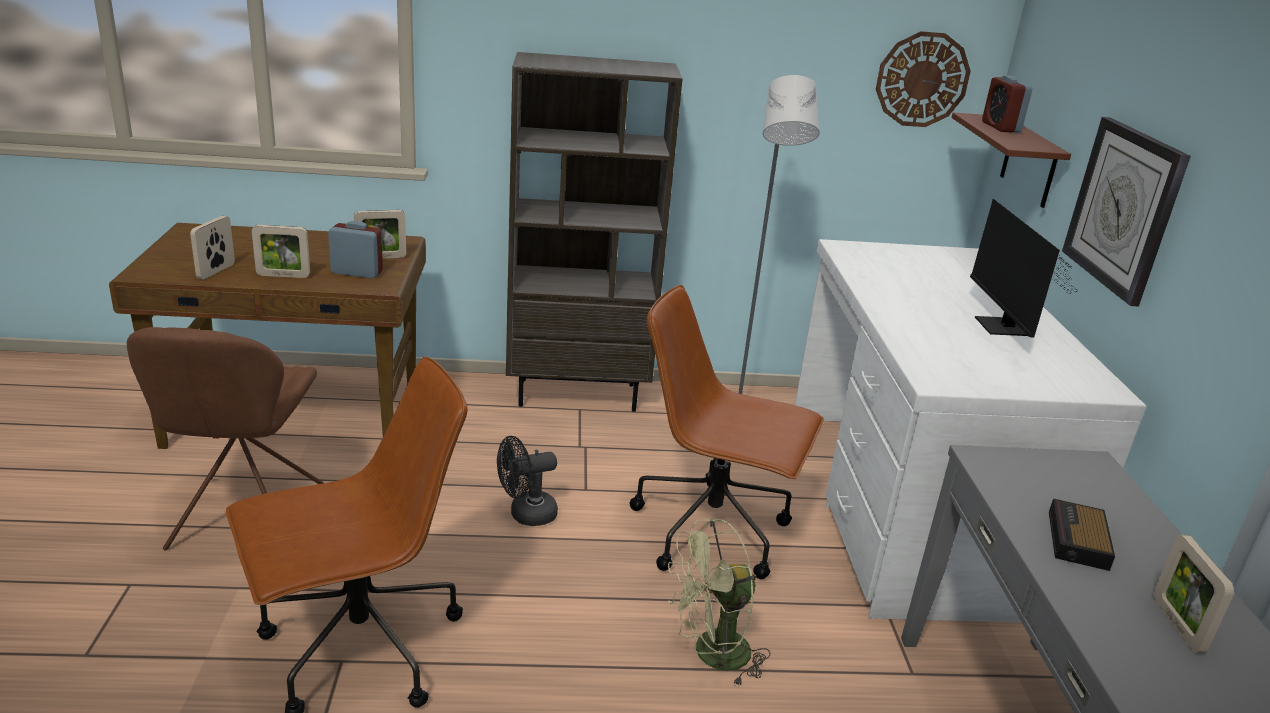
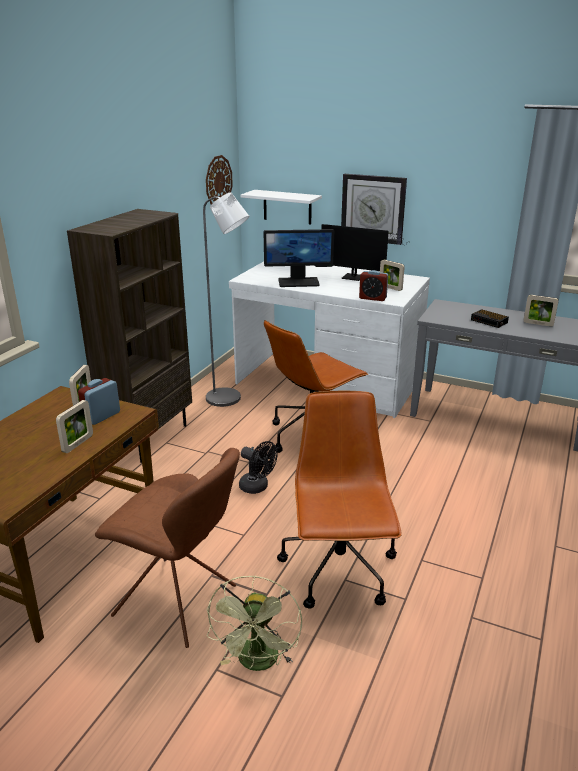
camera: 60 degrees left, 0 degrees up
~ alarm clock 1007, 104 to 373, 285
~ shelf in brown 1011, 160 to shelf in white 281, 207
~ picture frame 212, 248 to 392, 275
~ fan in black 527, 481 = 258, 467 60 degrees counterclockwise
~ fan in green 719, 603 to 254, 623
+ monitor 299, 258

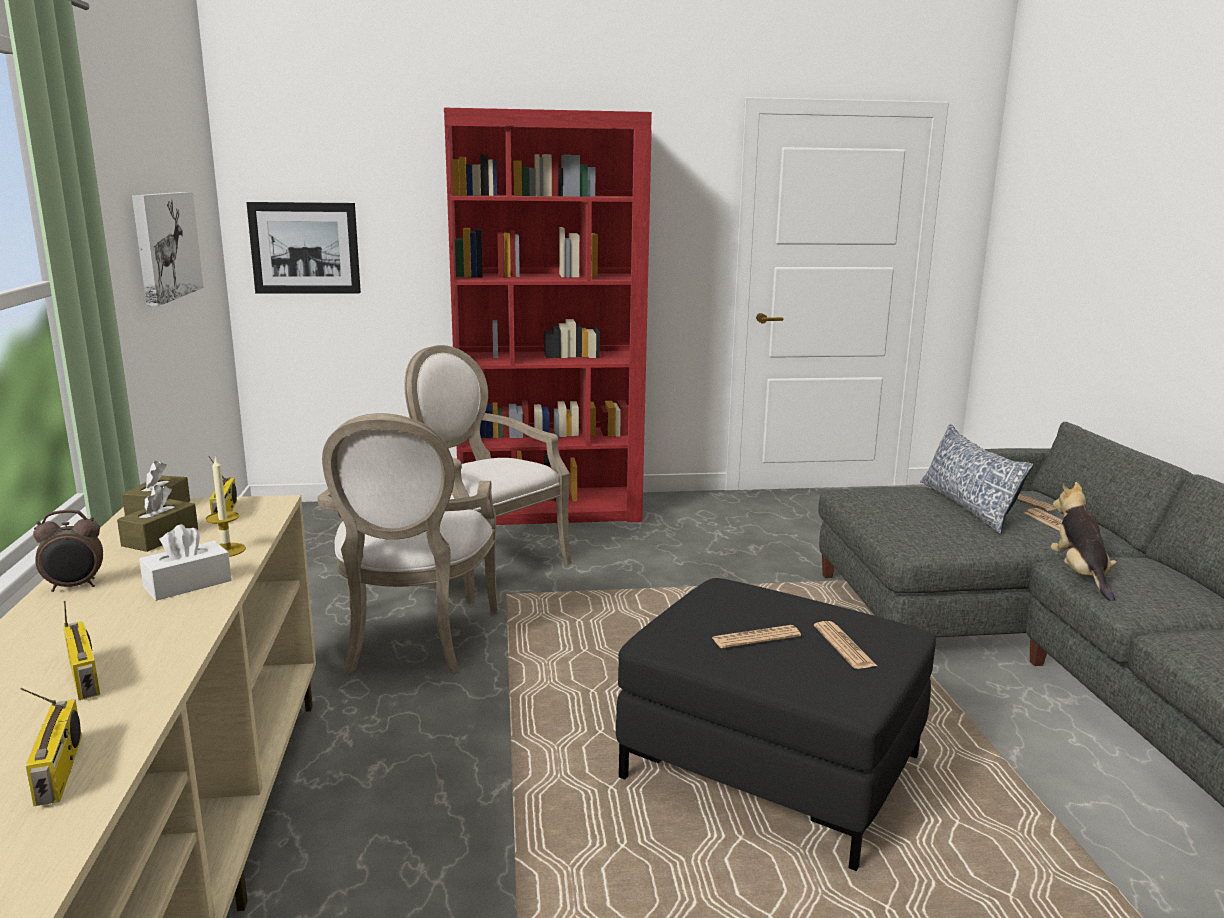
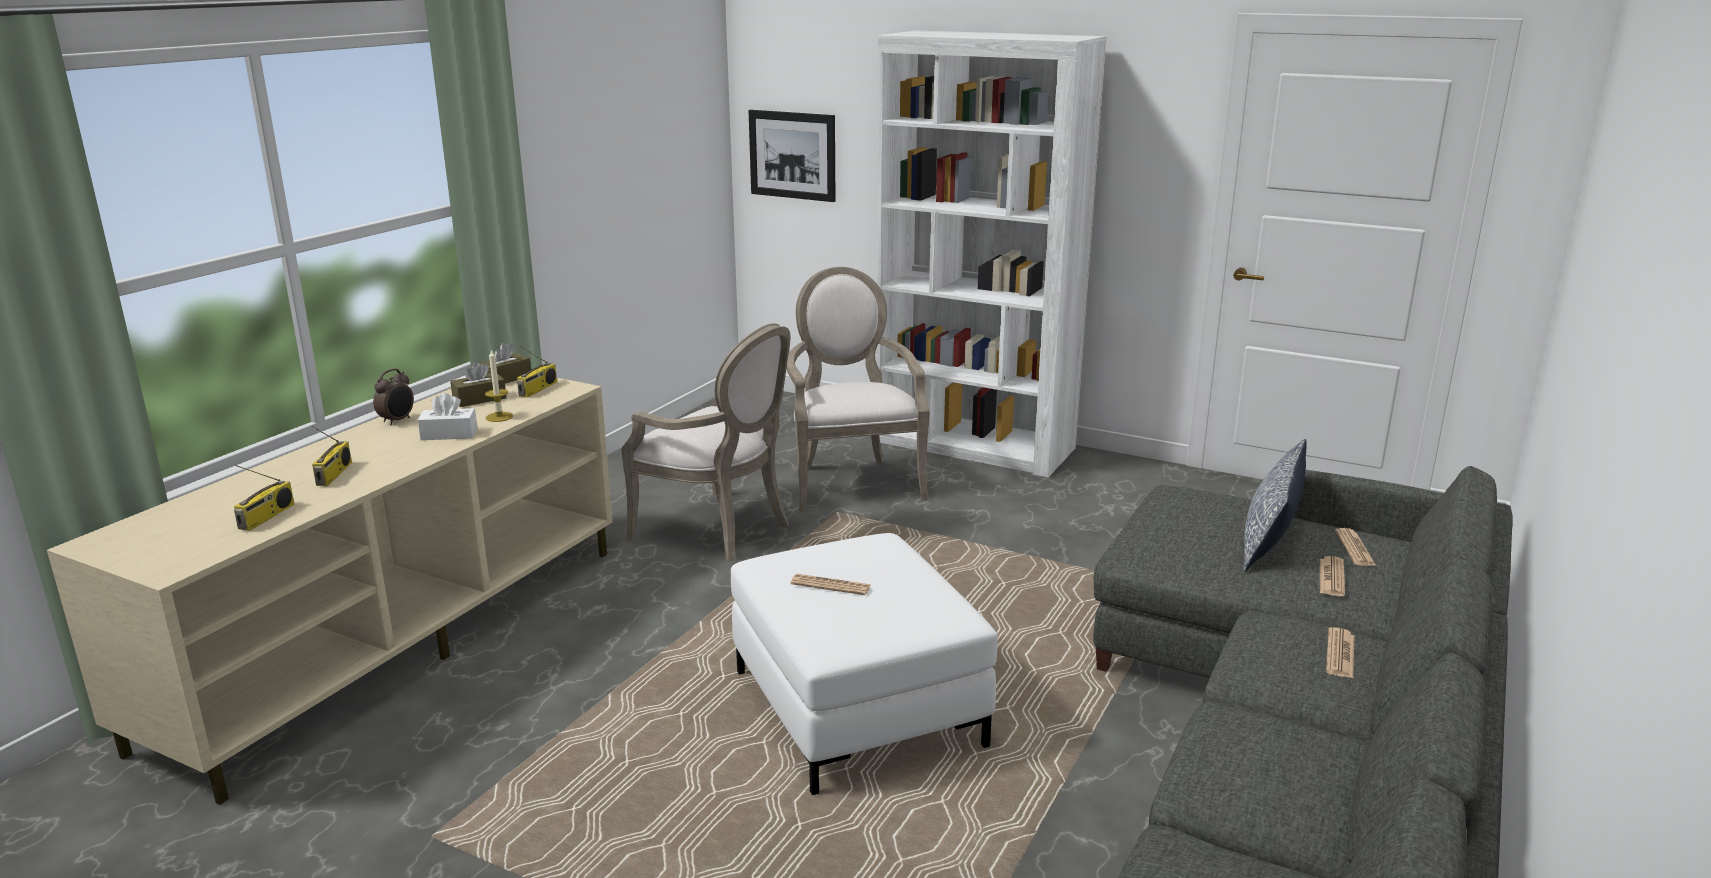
camera: 35 degrees right, 5 degrees up
~ bookcase in red 548, 316 to bookcase in white 991, 254
- picture 168, 249
~ armchair 407, 543 = 705, 442 90 degrees counterclockwise
- plush toy 1083, 541
~ alarm clock 68, 551 = 393, 397 75 degrees counterclockwise
~ ottoman in black 776, 724 to ottoman in white 864, 664
~ newspaper 845, 645 to 1340, 652

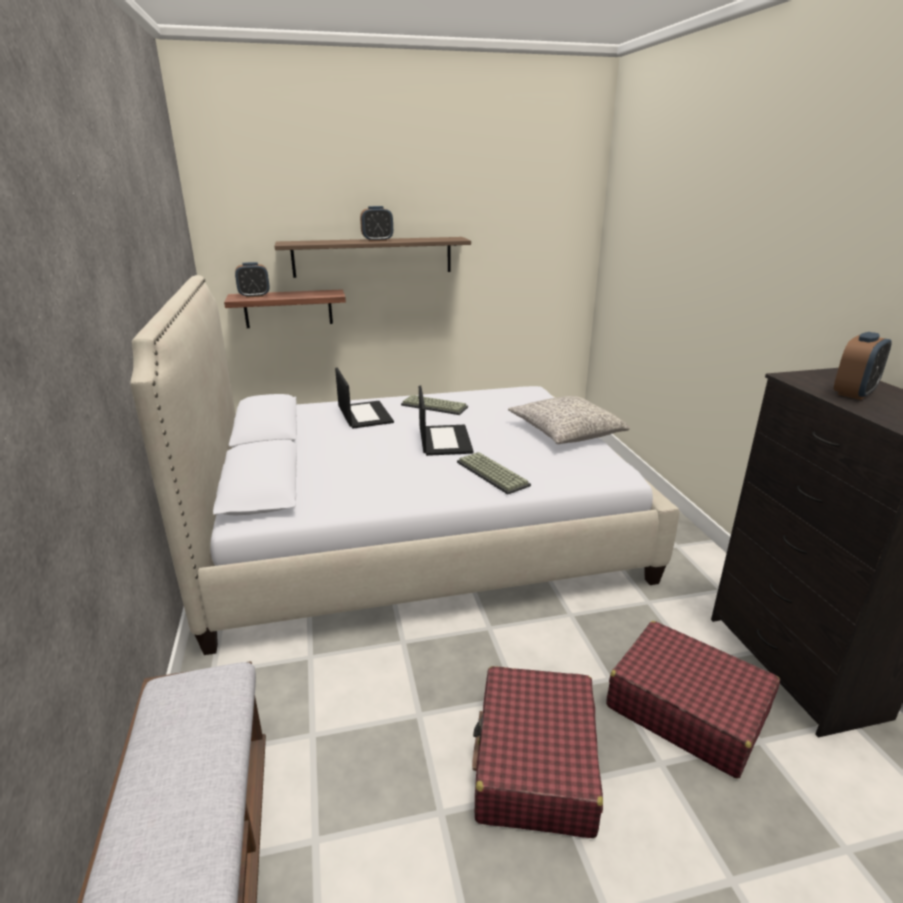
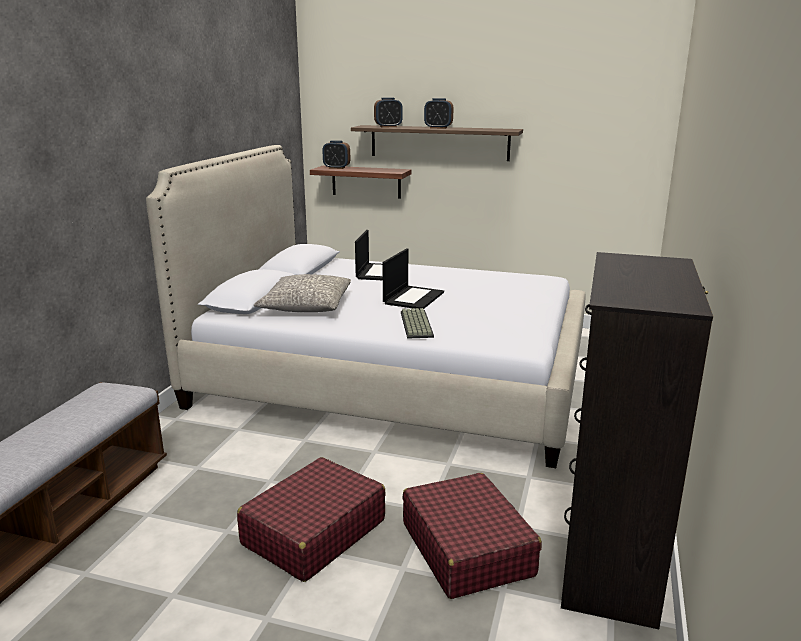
camera: 30 degrees right, 5 degrees down
~ alarm clock 863, 366 to 388, 113
- keyboard 434, 405
~ pillow in grey 569, 420 to 302, 293

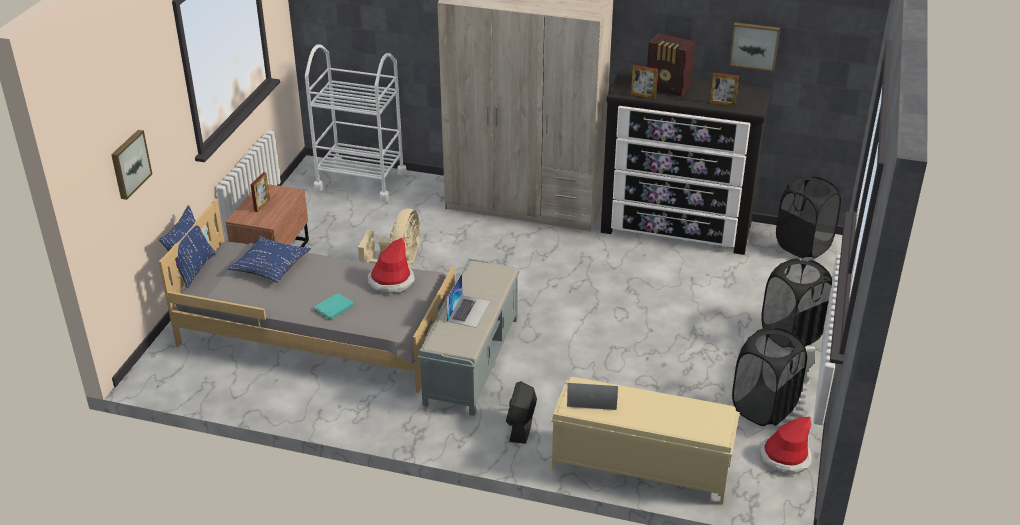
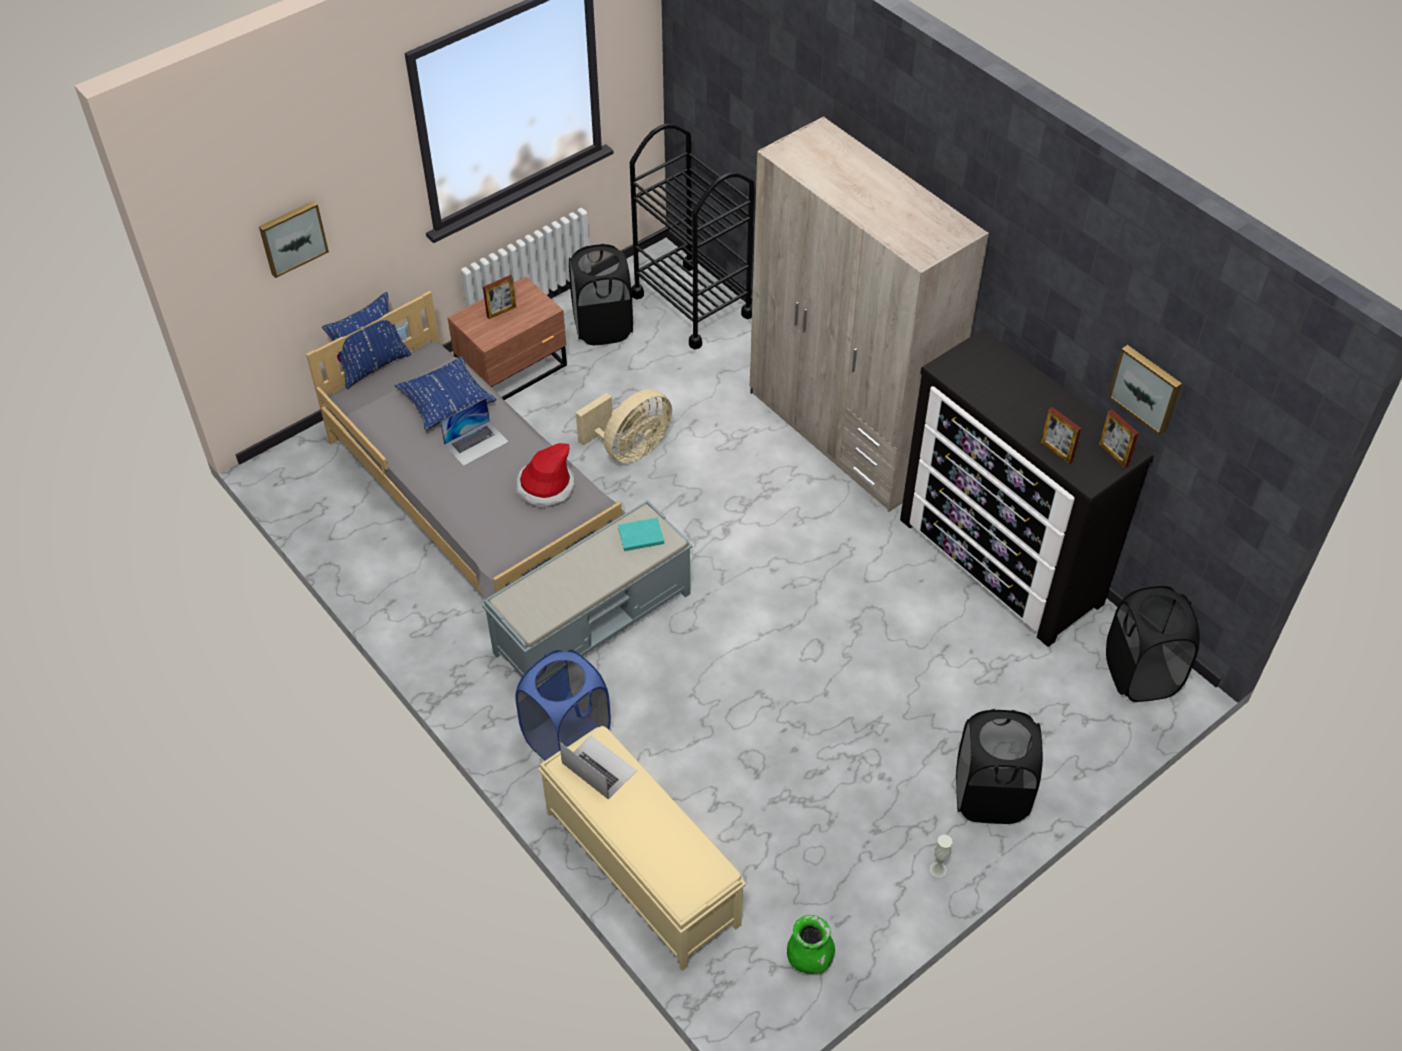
camera: 35 degrees right, 15 degrees up
- radio 671, 64
~ cart in white 355, 123 to cart in black 692, 236
~ picture frame 644, 82 to 1119, 438
~ laptop 468, 300 to 474, 432
~ book in turquoise 334, 306 to 641, 534
~ laundry basket in black 769, 377 to 601, 294
~ fan in black 521, 412 to laundry basket in blue 563, 705
~ hat 786, 446 to vase in green 811, 944

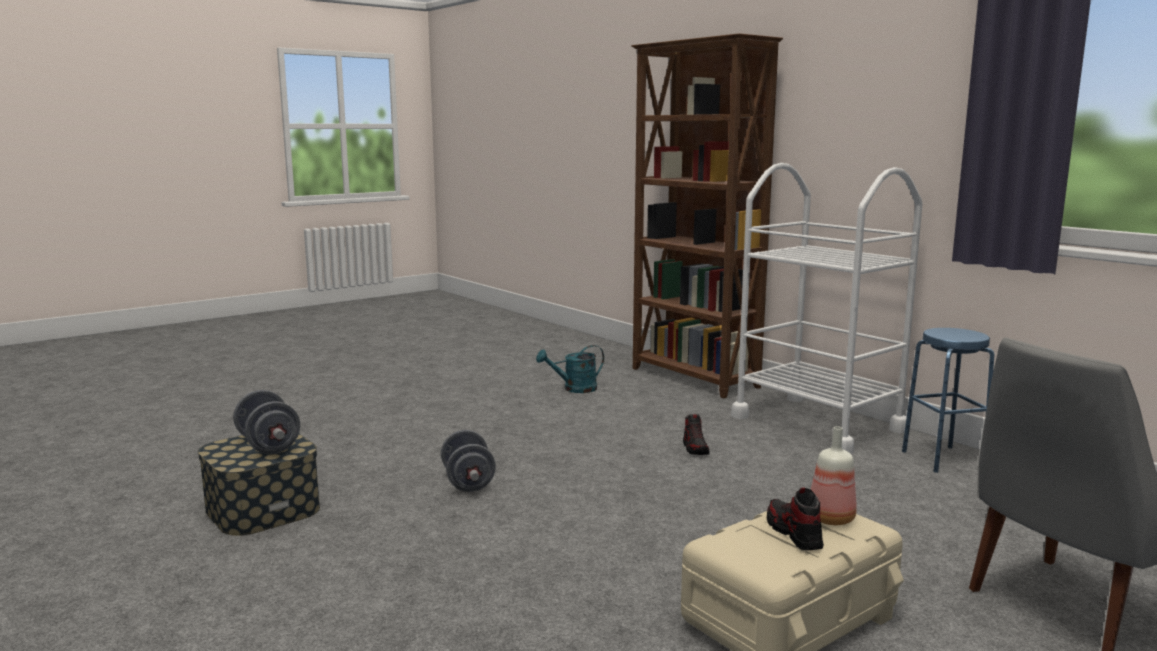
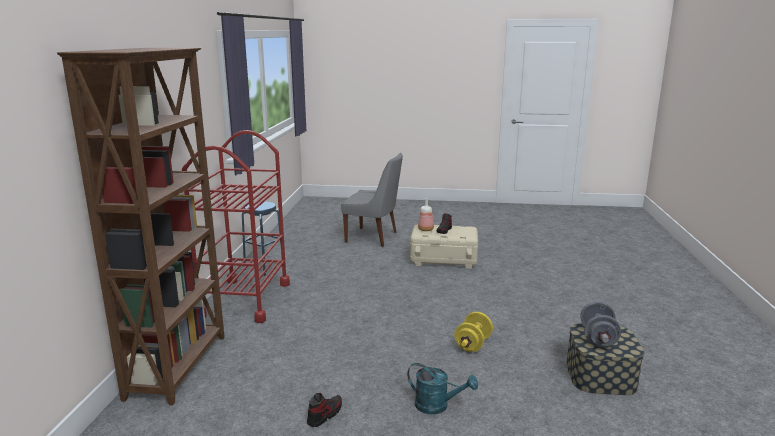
camera: 135 degrees left, 5 degrees up
~ cart in white 827, 308 to cart in red 236, 226
~ watering can in turquoise 570, 369 to 442, 389
~ shoe 696, 434 to 324, 410
~ dumbbell in grey 468, 461 to dumbbell in yellow 473, 332

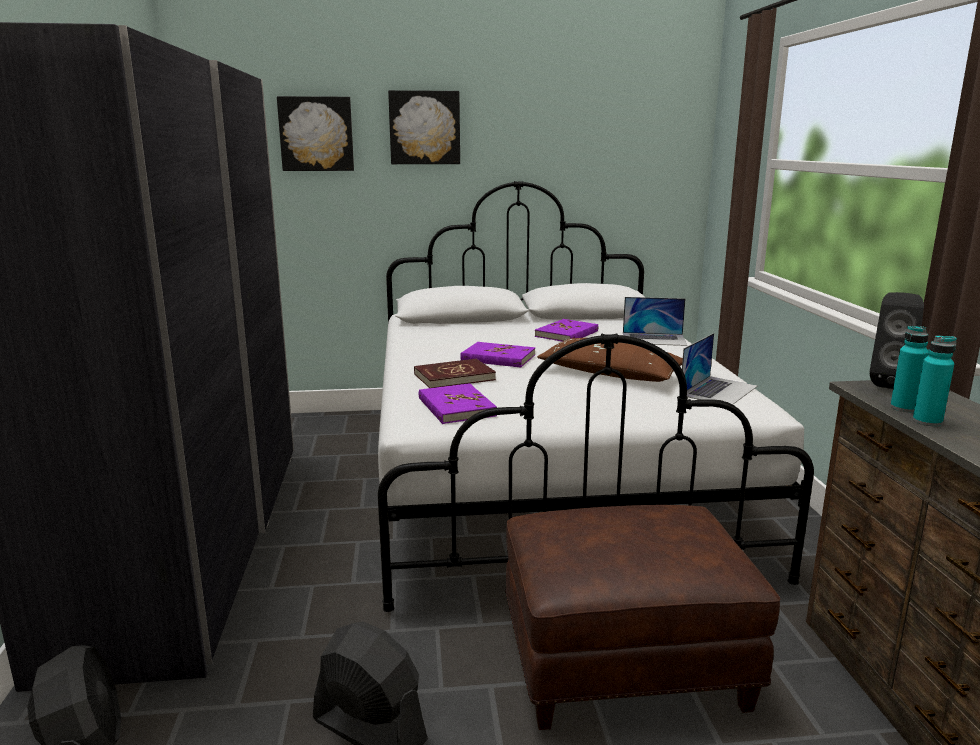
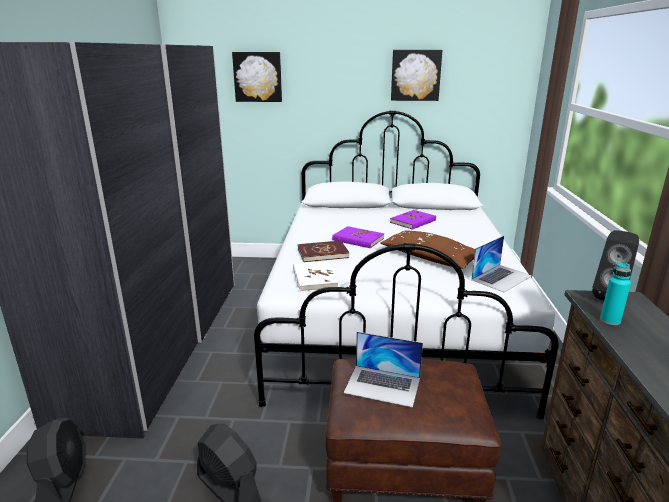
camera: 10 degrees right, 5 degrees up
~ picture 424, 127 to 416, 75
~ laptop 655, 321 to 383, 370
- bottle in turquoise 934, 380
~ book in purple 458, 403 to book in white 315, 276

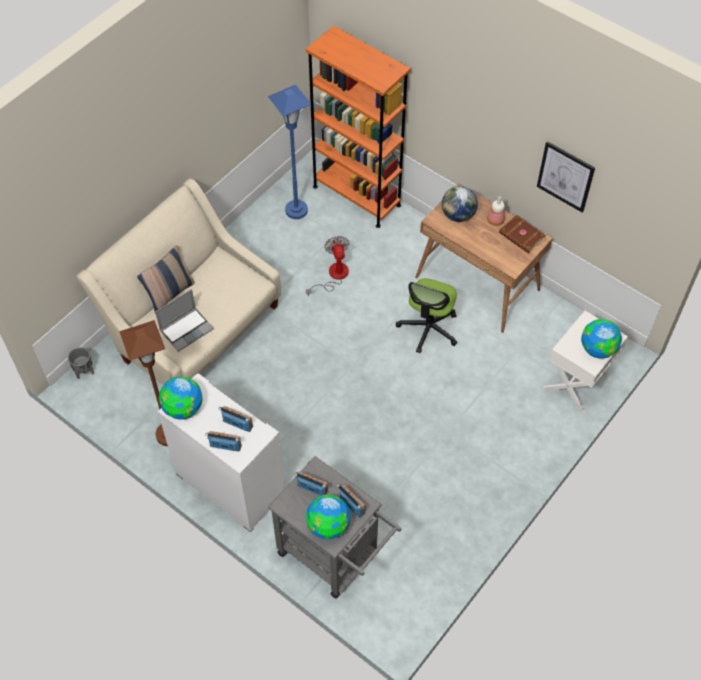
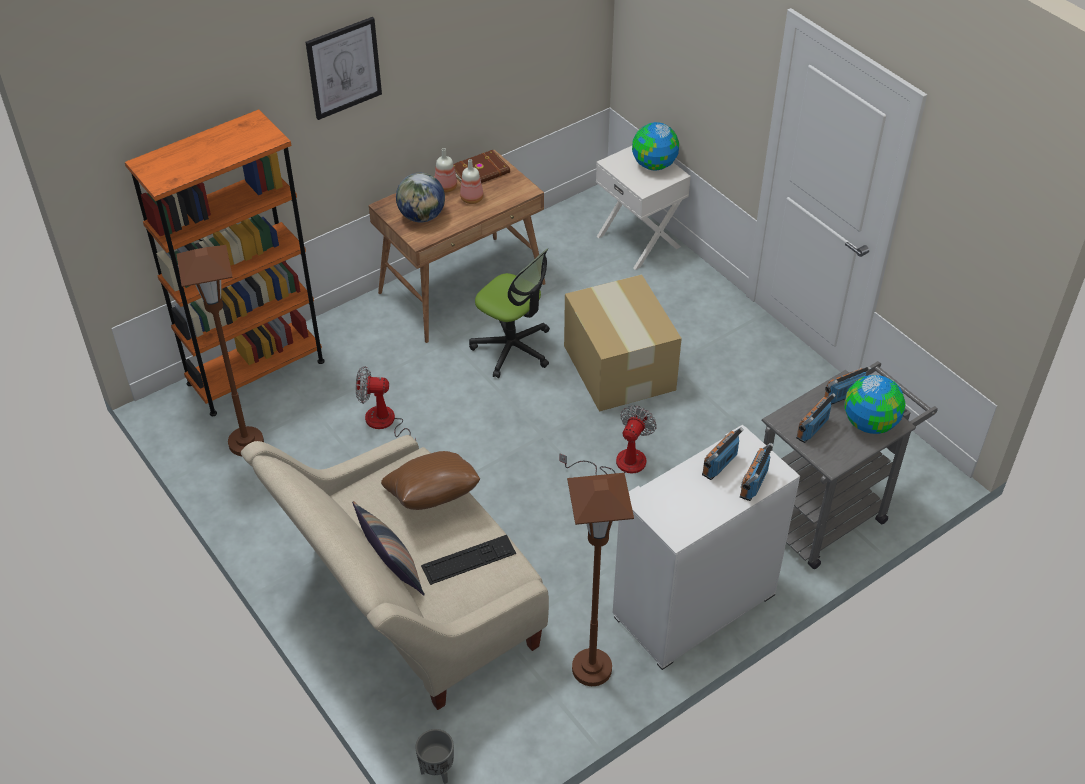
camera: 75 degrees left, 10 degrees down
~ floor lamp in blue 289, 152 to floor lamp in brown 220, 350
~ picture 566, 176 to 344, 68
~ laptop 184, 320 to keyboard 468, 560
- globe 181, 397
+ bottle 472, 181
+ cardboard box 623, 343
+ fan 608, 440
+ pillow in brown 430, 480

